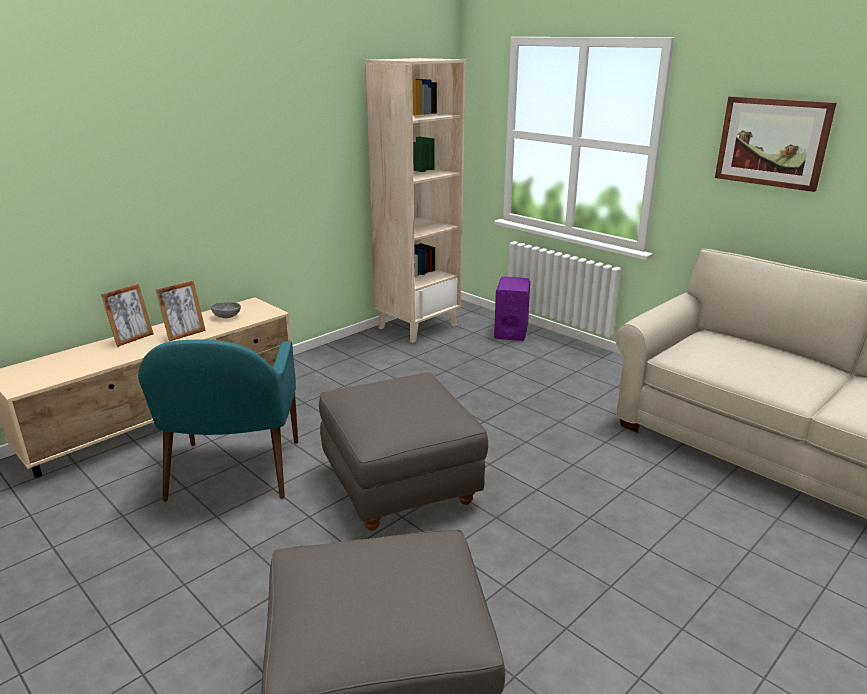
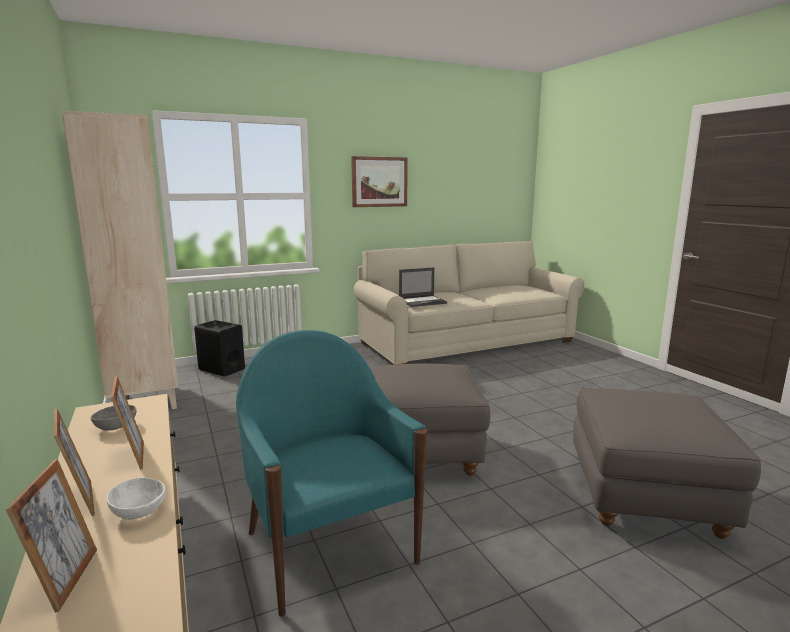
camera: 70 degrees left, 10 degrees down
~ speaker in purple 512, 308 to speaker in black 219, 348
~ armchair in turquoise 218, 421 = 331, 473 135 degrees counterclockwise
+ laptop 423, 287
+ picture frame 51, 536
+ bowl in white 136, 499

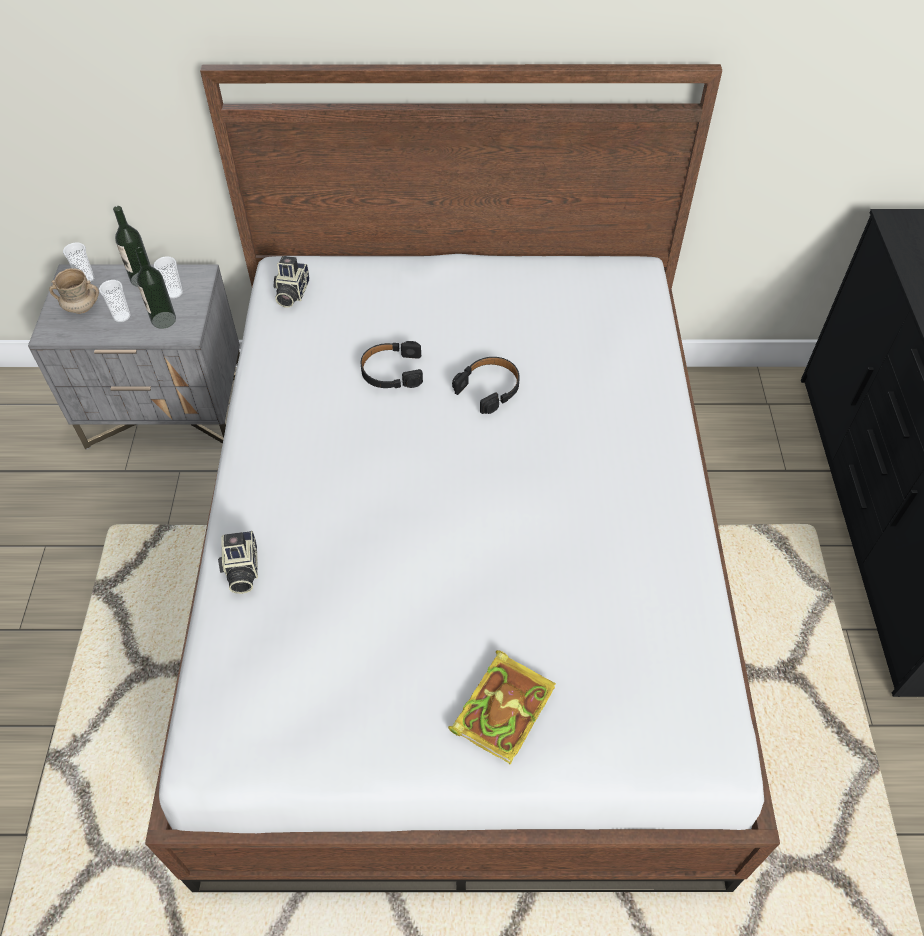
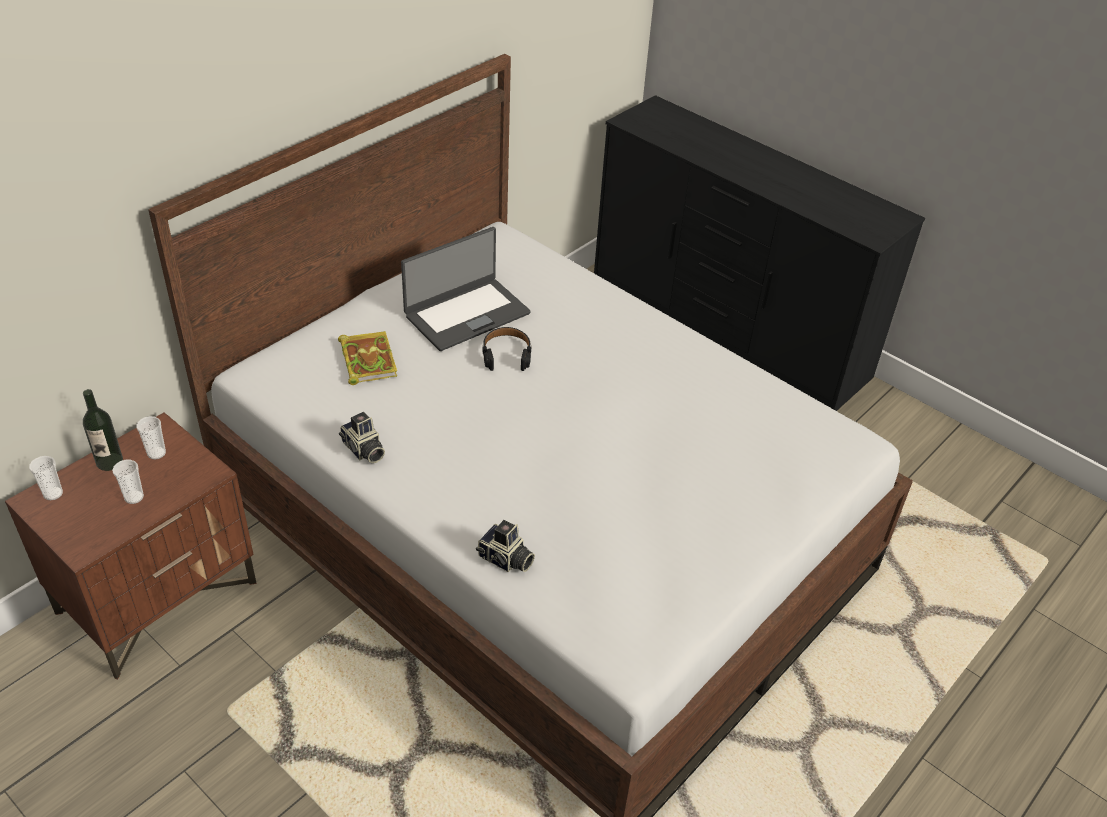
camera: 50 degrees left, 10 degrees down
- bottle 155, 288
~ photo camera 291, 282 to 362, 437
~ nightstand in grey 134, 357 to nightstand in brown 130, 545
- mug in beige 74, 291
- headphones in black 392, 364
~ book 502, 707 to 367, 358
+ laptop 466, 289

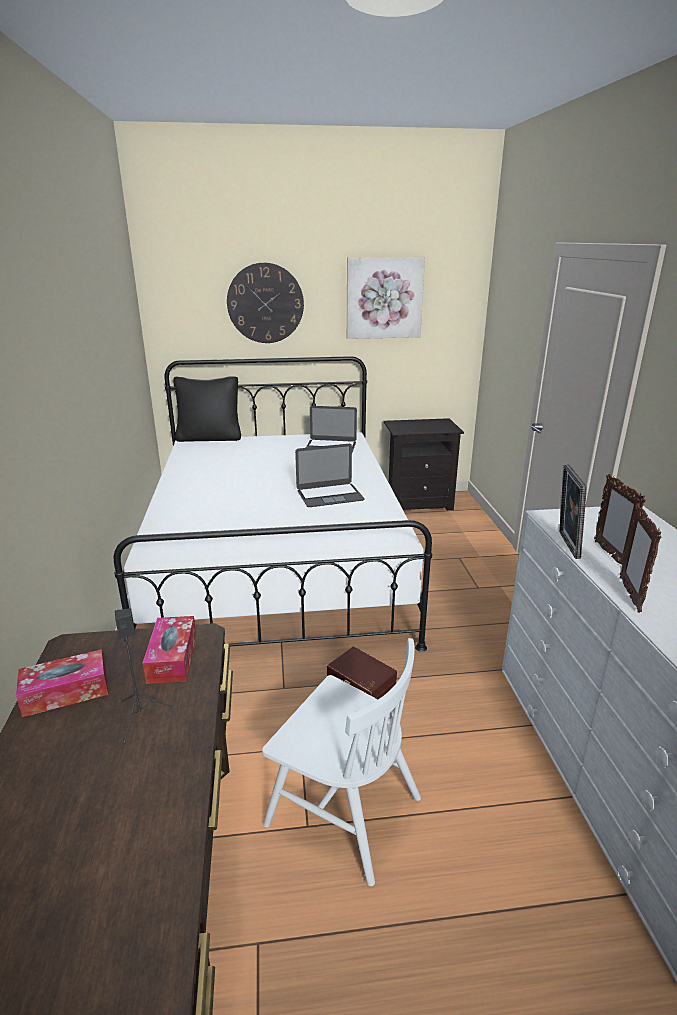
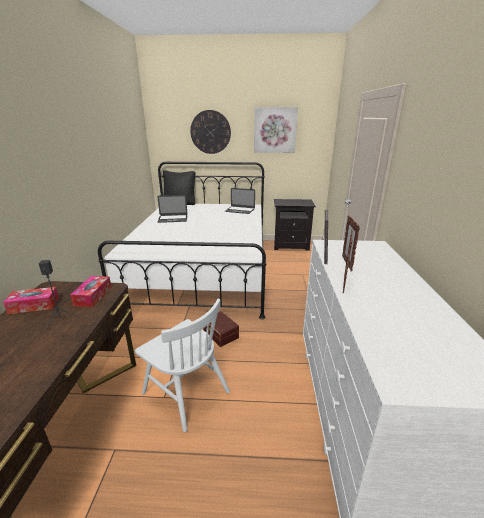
camera: 10 degrees right, 0 degrees up
~ laptop 330, 475 to 172, 209

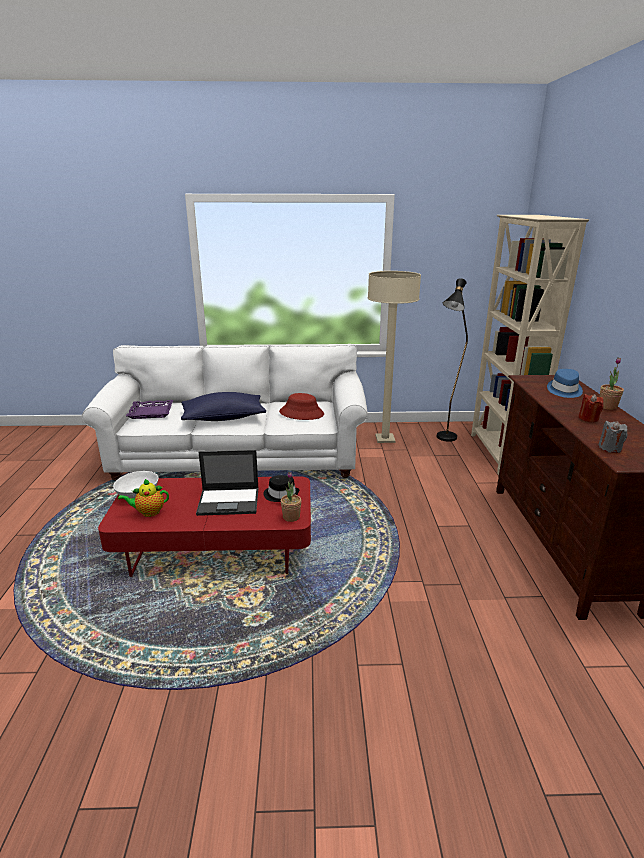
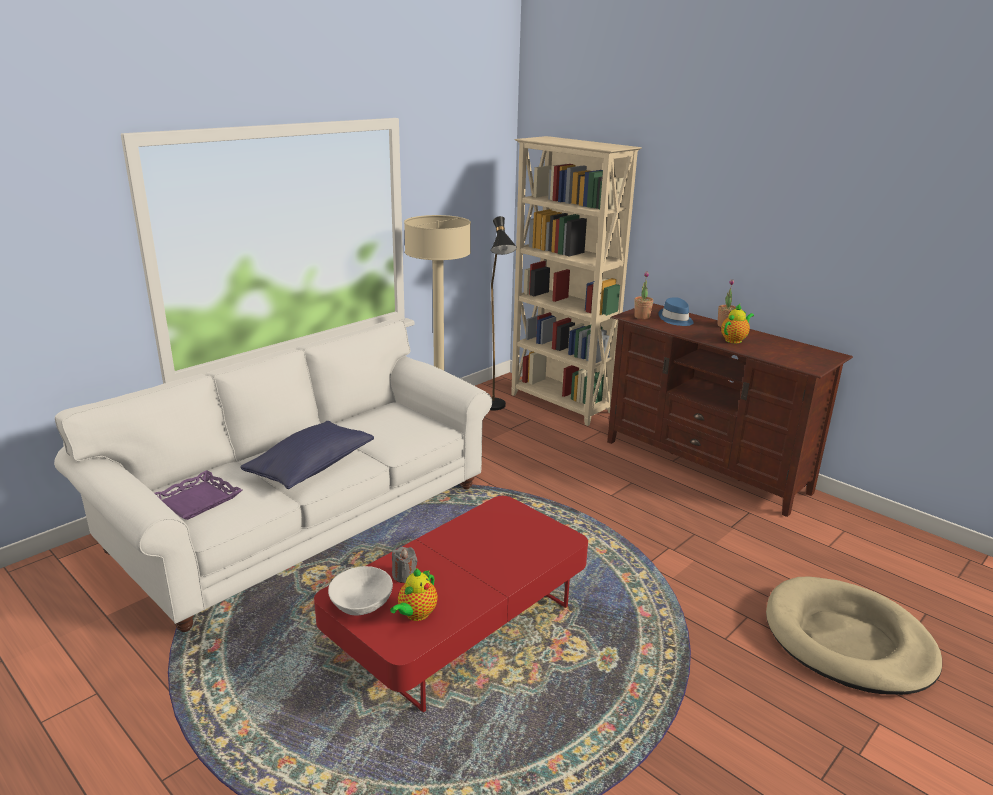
camera: 45 degrees left, 0 degrees up
- hat in red 301, 406
~ candle in red 591, 408 to teapot 737, 323
~ candle in grey 613, 437 to 404, 565
- laptop 227, 483
~ potted plant 291, 497 to 643, 295
- hat in black 281, 488
+ dog bed in beige 854, 636

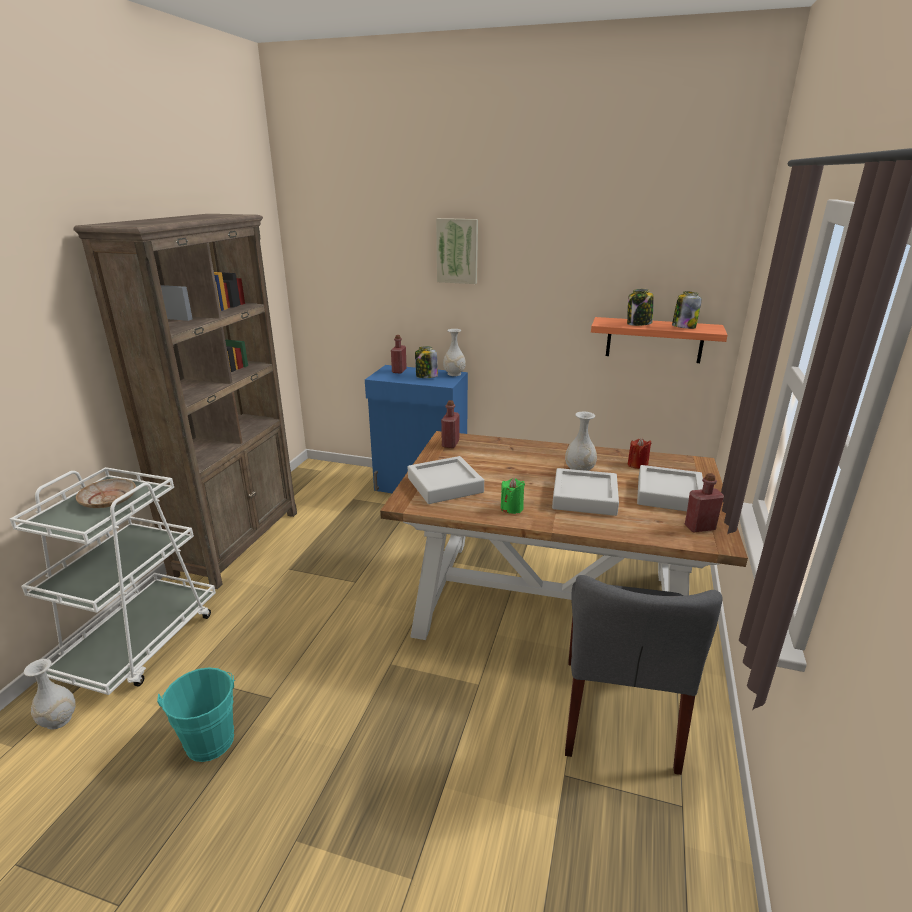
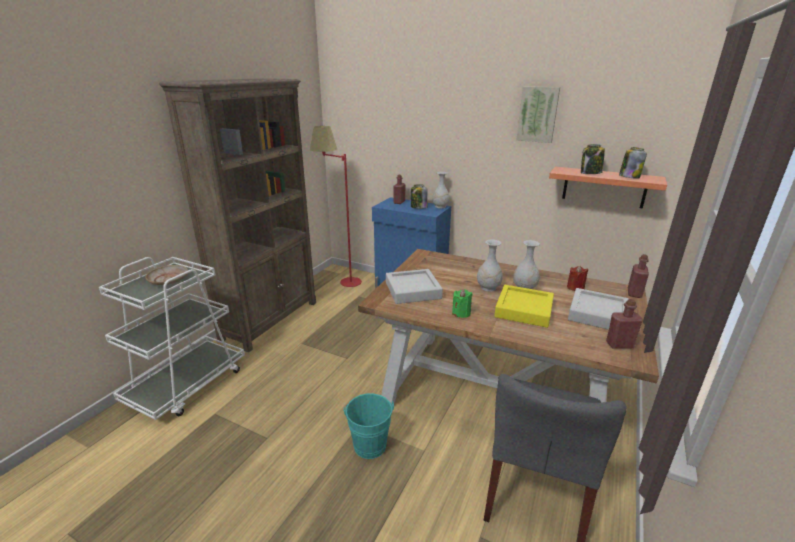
camera: 10 degrees right, 0 degrees up
~ picture 457, 251 to 538, 114
~ bottle in red 450, 424 to 638, 276
~ tray in grey 585, 492 to tray in yellow 524, 306
~ vase in white 50, 694 to 490, 266
~ bucket in turquoise 196, 714 to 369, 426
+ floor lamp in red 336, 206

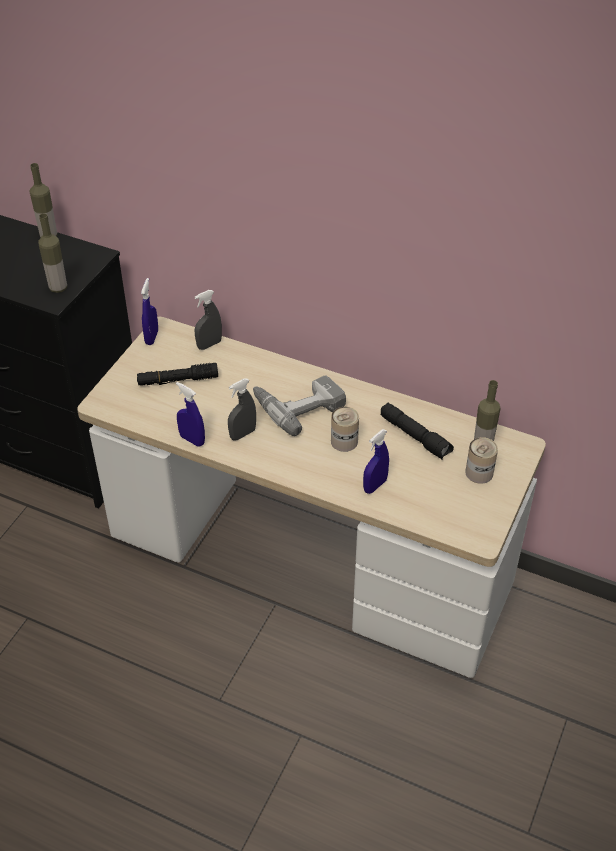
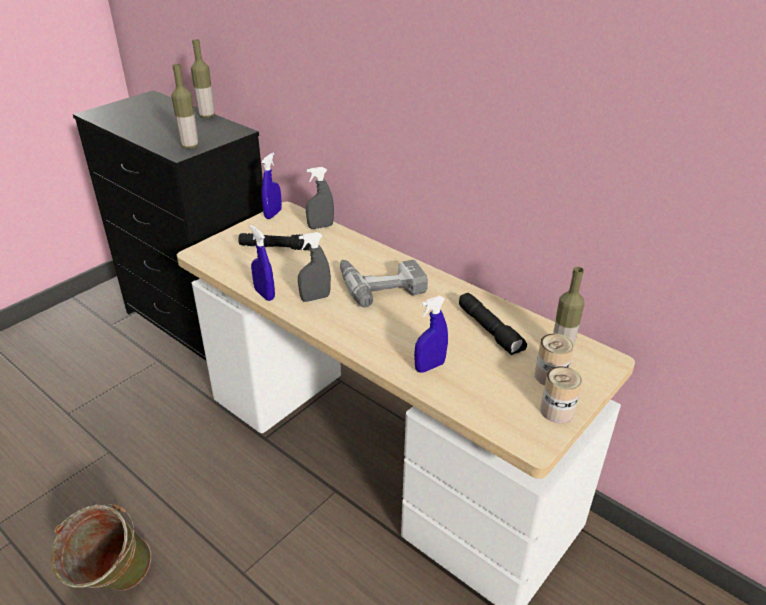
camera: 15 degrees right, 10 degrees down
~ can 345, 429 to 561, 394
+ bucket in green 101, 546

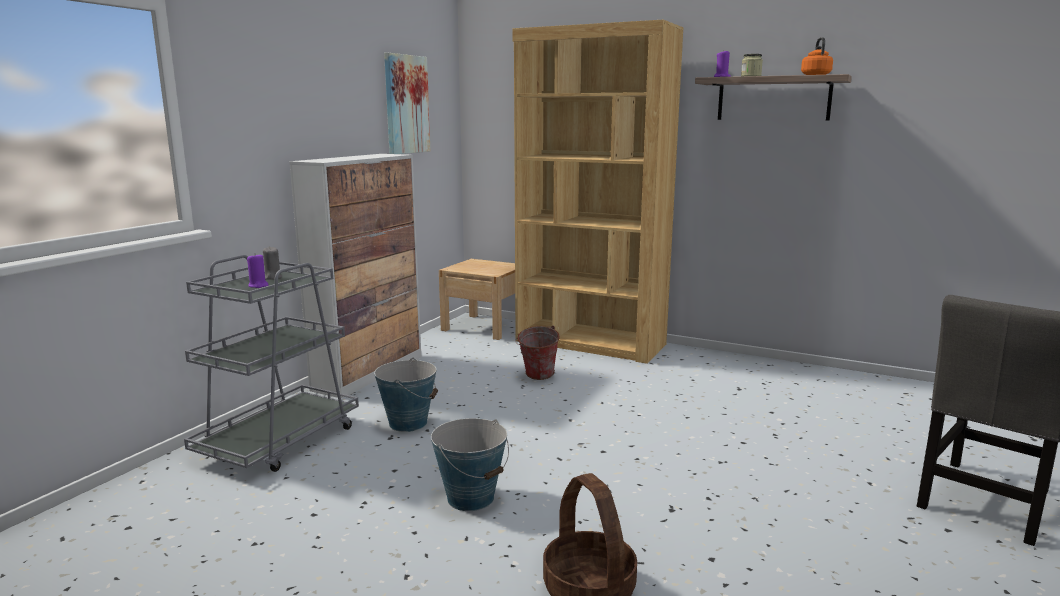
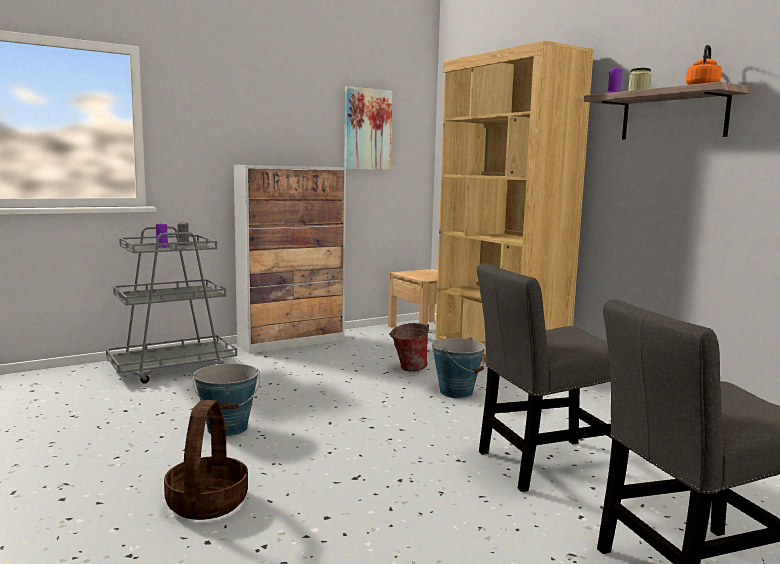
camera: 30 degrees right, 5 degrees down
~ bucket 406, 395 to 458, 368
+ chair in grey 544, 377

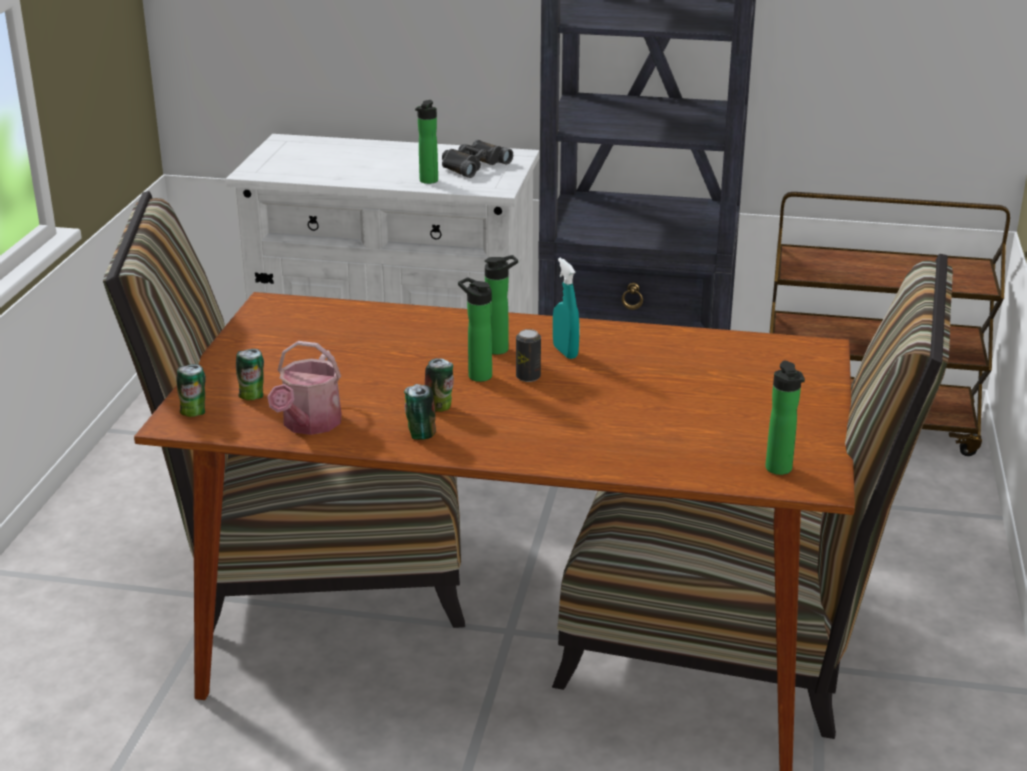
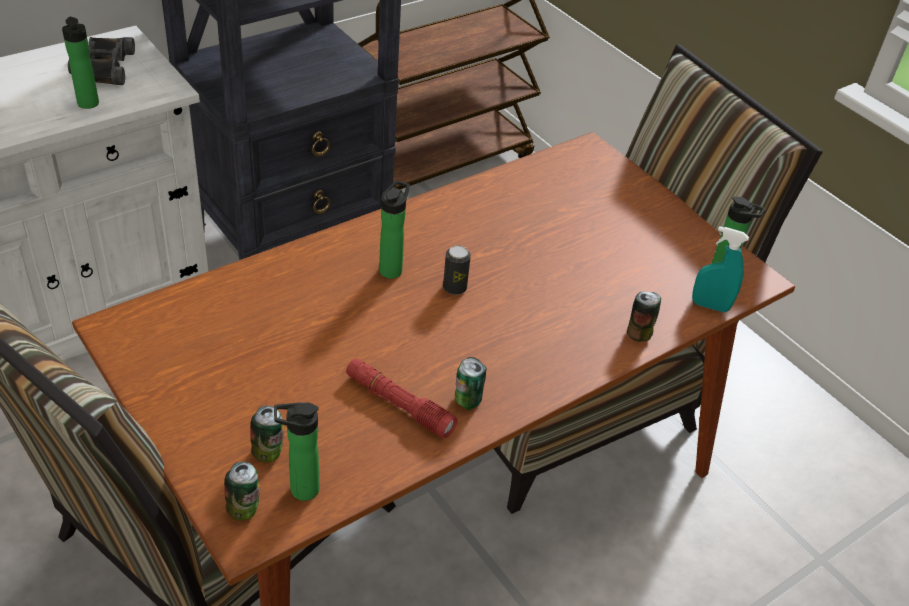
camera: 50 degrees left, 15 degrees up
~ spray bottle in turquoise 566, 308 to 720, 269
~ bottle 475, 329 to 296, 451
- watering can 304, 388
~ can 439, 385 to 644, 316
+ flashlight in red 402, 398

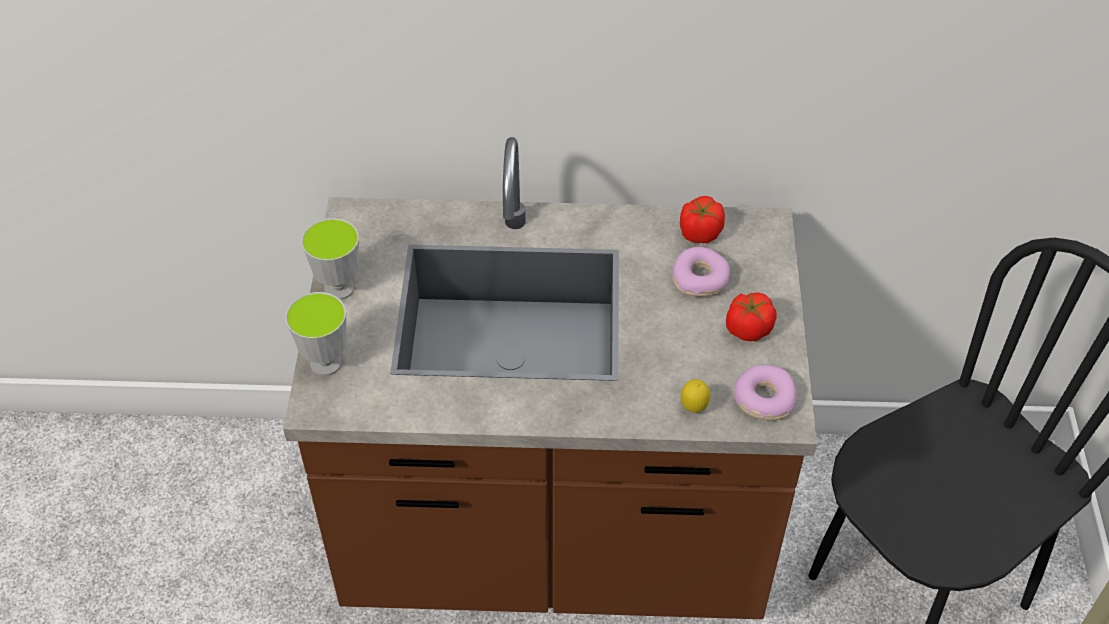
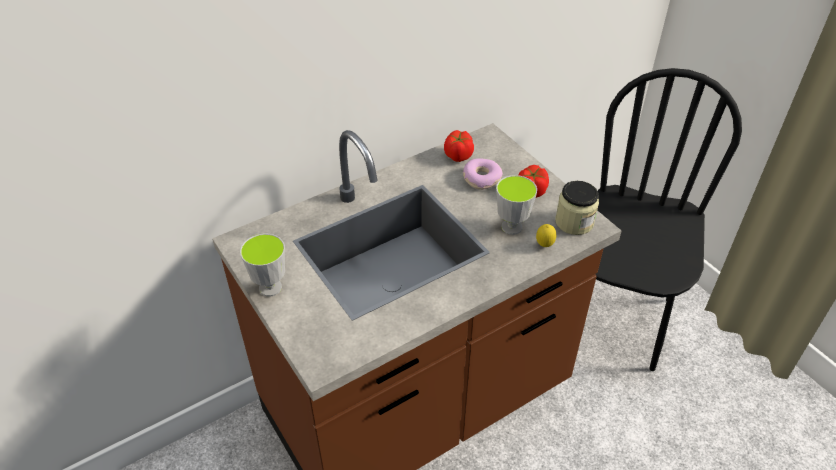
camera: 35 degrees left, 5 degrees down
~ cup 315, 334 to 516, 205
~ donut 765, 392 to jar 577, 208

